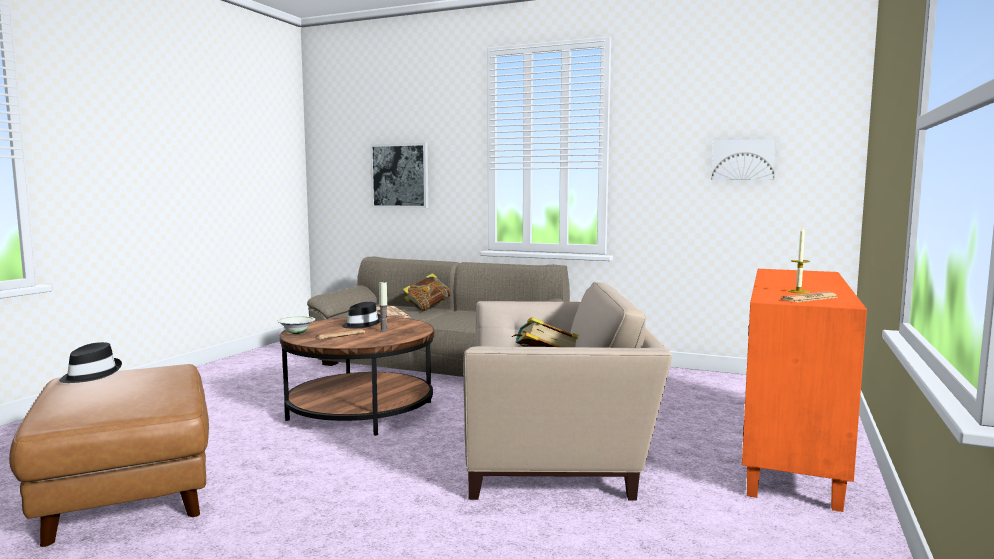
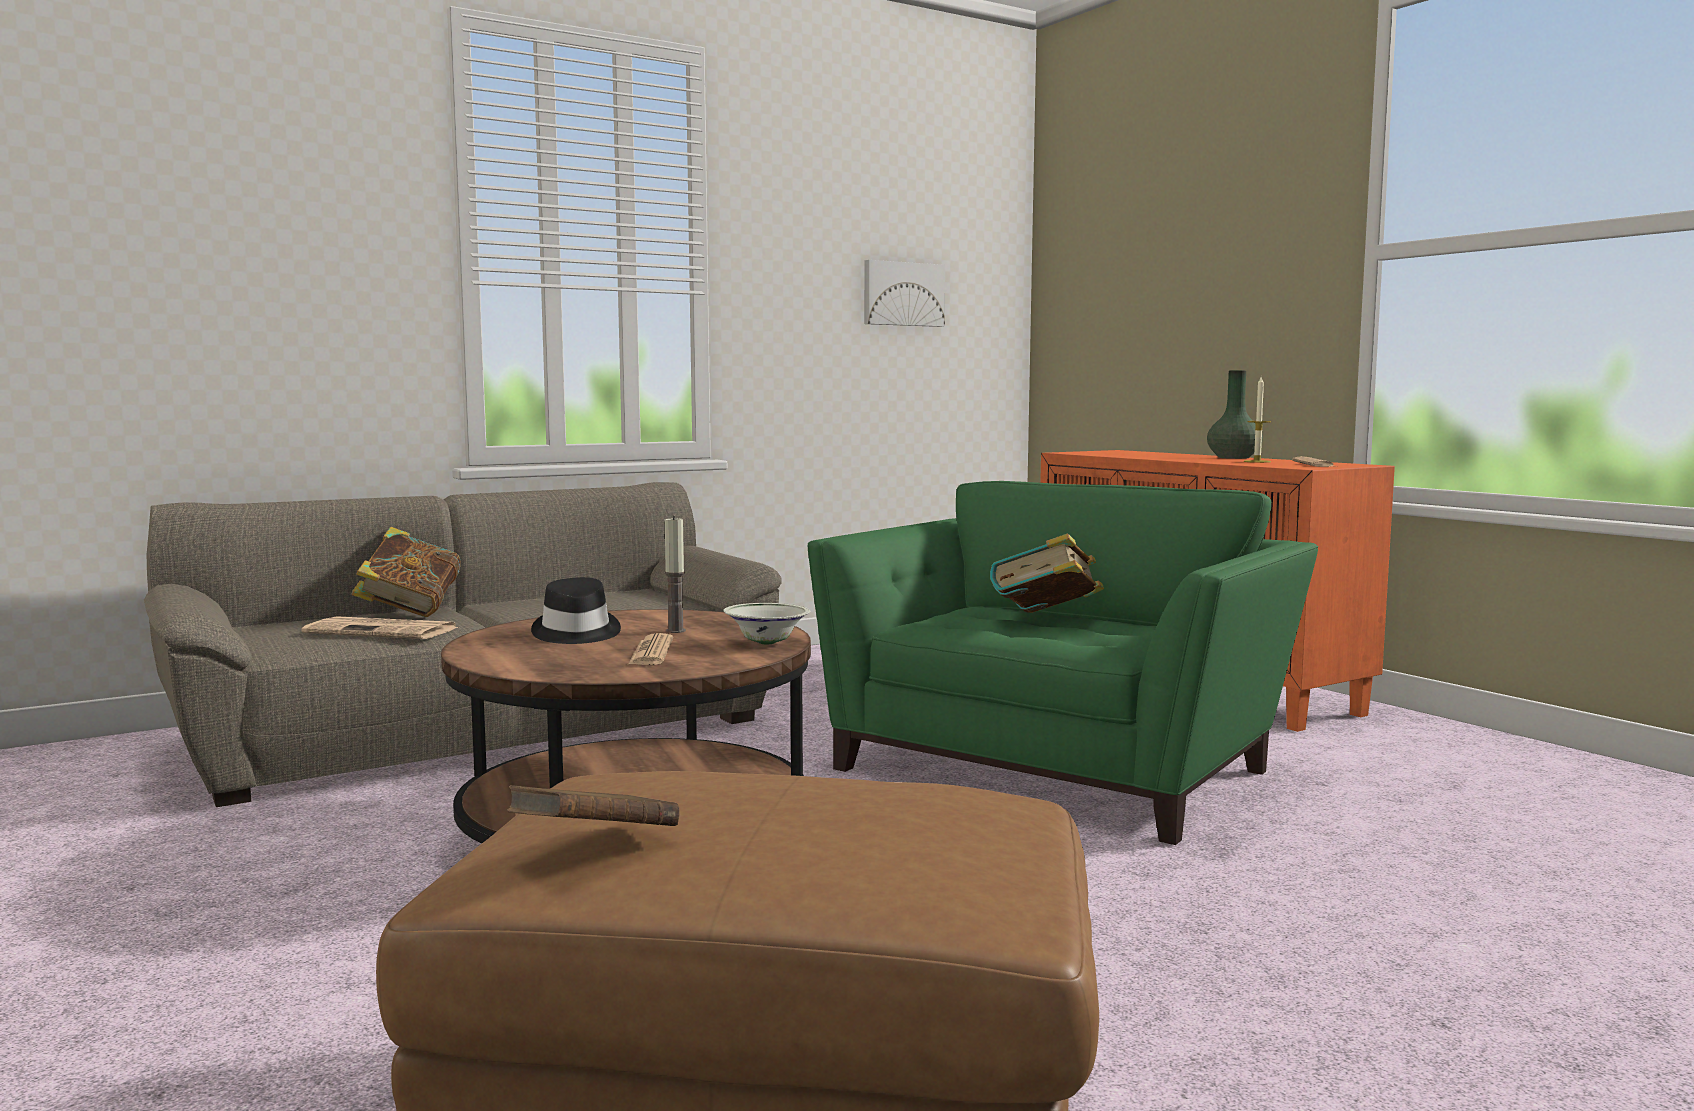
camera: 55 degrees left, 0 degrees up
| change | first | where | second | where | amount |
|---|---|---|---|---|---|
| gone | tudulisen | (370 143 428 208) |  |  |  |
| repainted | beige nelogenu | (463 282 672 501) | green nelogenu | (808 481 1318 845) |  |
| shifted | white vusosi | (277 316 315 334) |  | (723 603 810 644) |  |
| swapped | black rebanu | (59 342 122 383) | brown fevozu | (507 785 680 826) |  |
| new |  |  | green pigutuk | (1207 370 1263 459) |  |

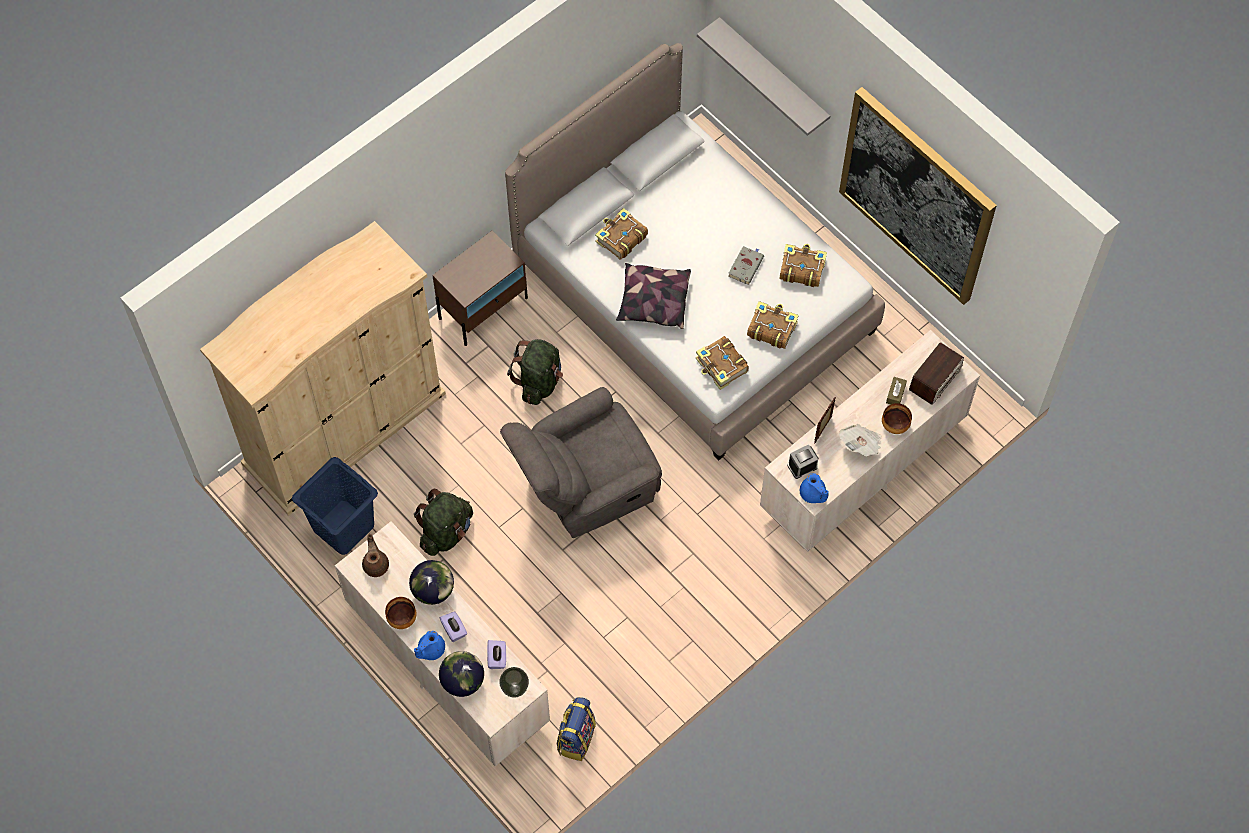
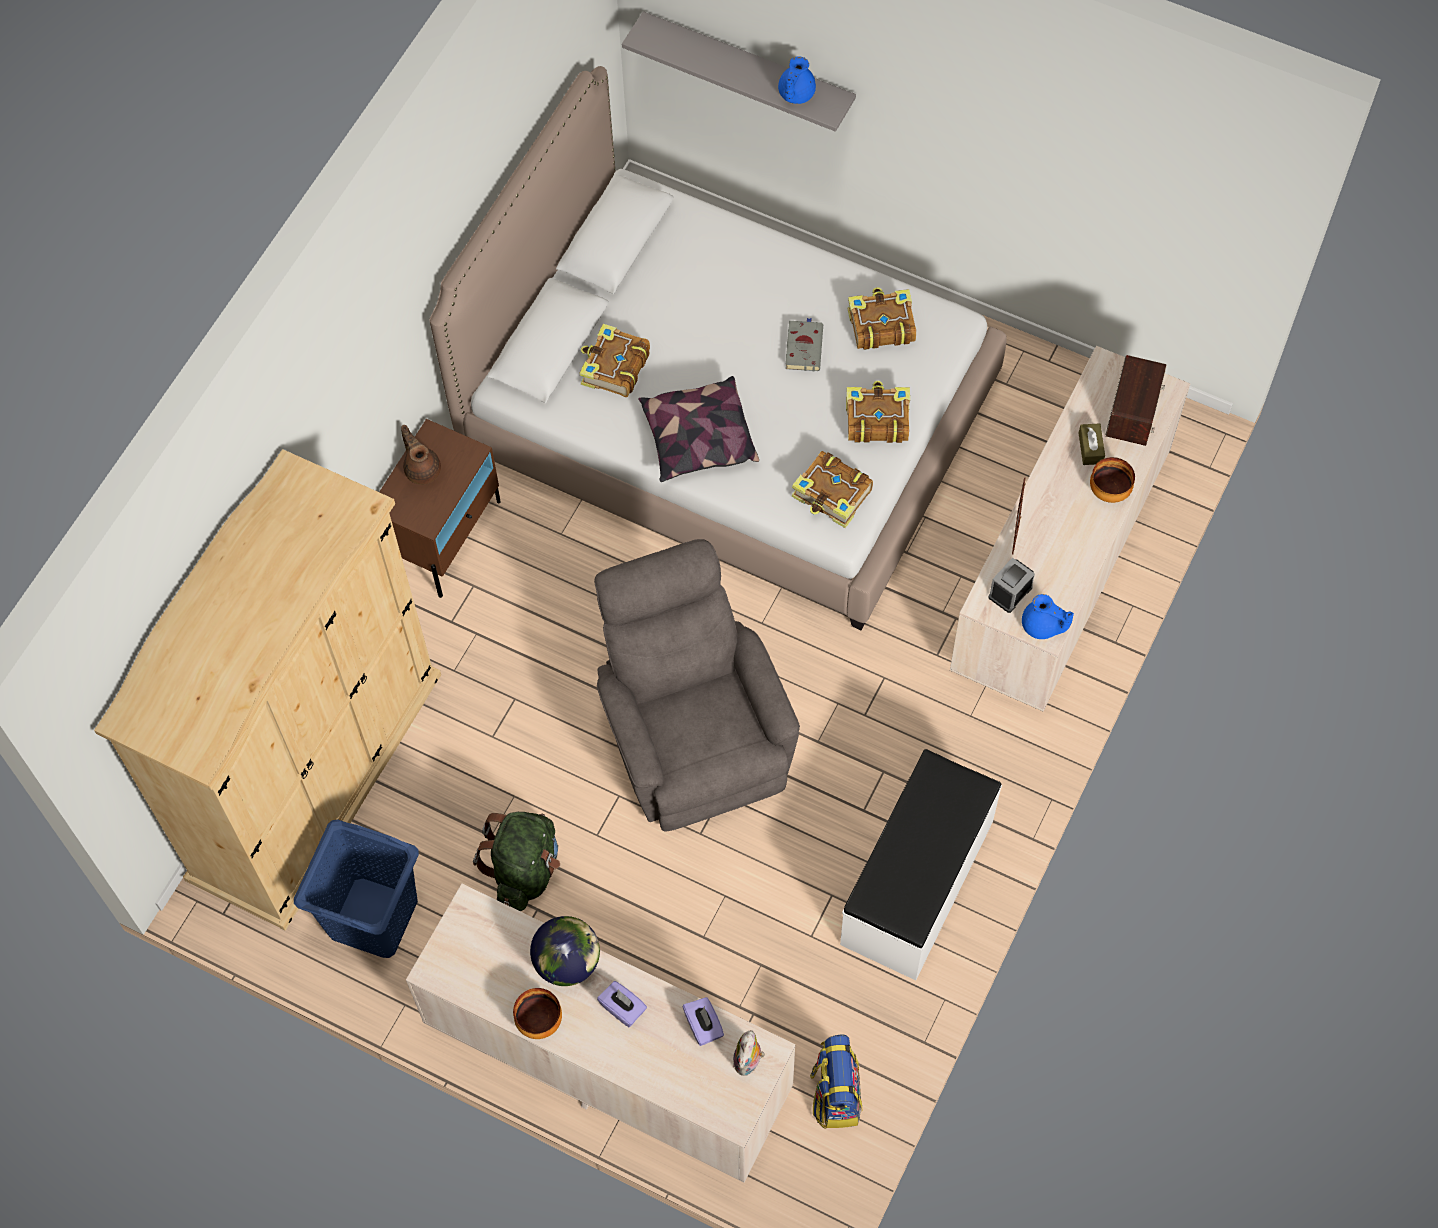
camera: 20 degrees left, 0 degrees up
| change | first | where | second | where | amount |
|---|---|---|---|---|---|
| gone | tudulisen | (839 87 997 305) |  |  |  |
| gone | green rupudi | (507 339 563 405) |  |  |  |
| rotated | grey nelogenu | (500 387 662 538) |  | (594 539 800 831) | 120 degrees clockwise |
| gone | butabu | (839 424 882 456) |  |  |  |
| shifted | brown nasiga | (362 534 389 577) |  | (401 425 441 485) |  |
| shifted | blue nasiga | (414 631 445 660) |  | (778 56 816 104) |  |
| gone | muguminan | (439 651 484 697) |  |  |  |
| swapped | pigutuk | (499 667 529 698) | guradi | (733 1030 765 1076) |  |
| new |  |  | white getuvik | (840 749 1002 980) |  |

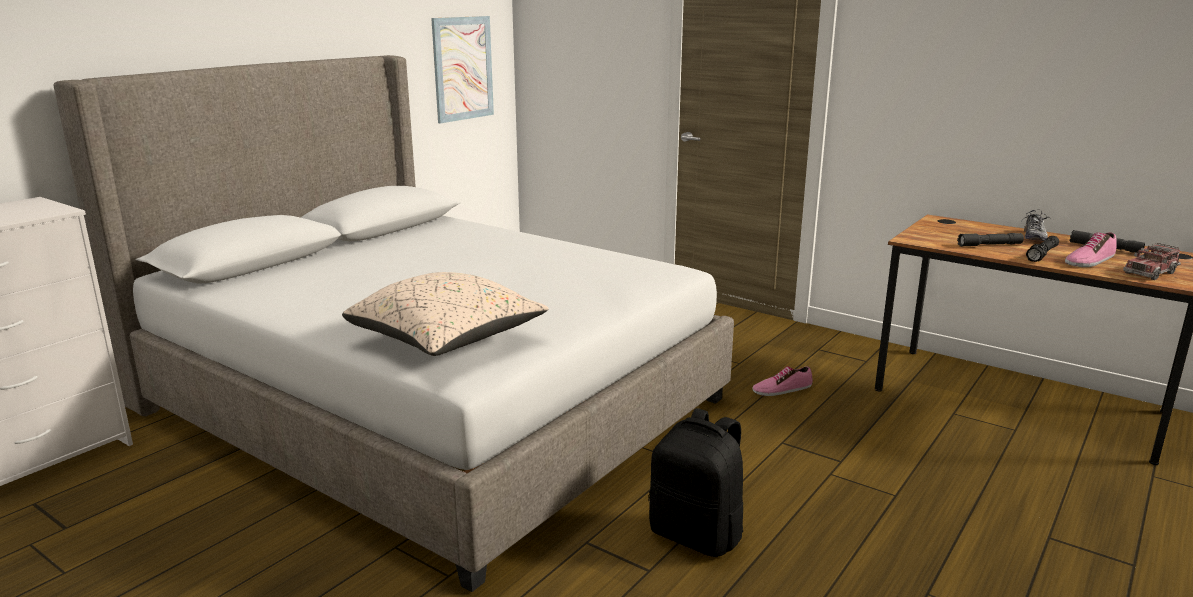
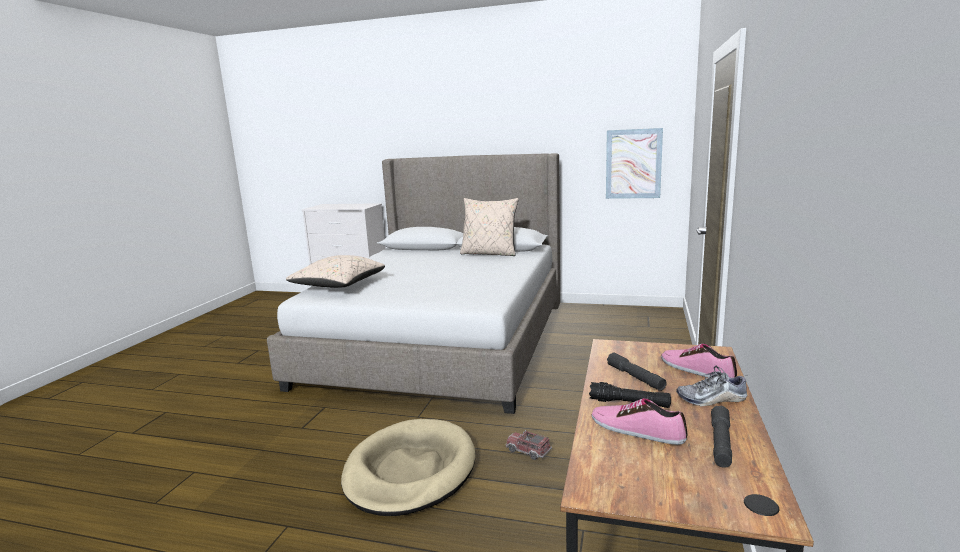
camera: 70 degrees right, 5 degrees down
| change | first | where | second | where | amount |
|---|---|---|---|---|---|
| shifted | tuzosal | (1123 243 1181 280) |  | (506 430 552 460) |  |
| shifted | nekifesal | (752 366 813 396) |  | (661 344 737 378) |  |
| gone | black rupudi | (649 408 743 557) |  |  |  |
| new |  |  | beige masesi | (460 198 519 256) |  |
| new |  |  | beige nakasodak | (341 419 476 516) |  |

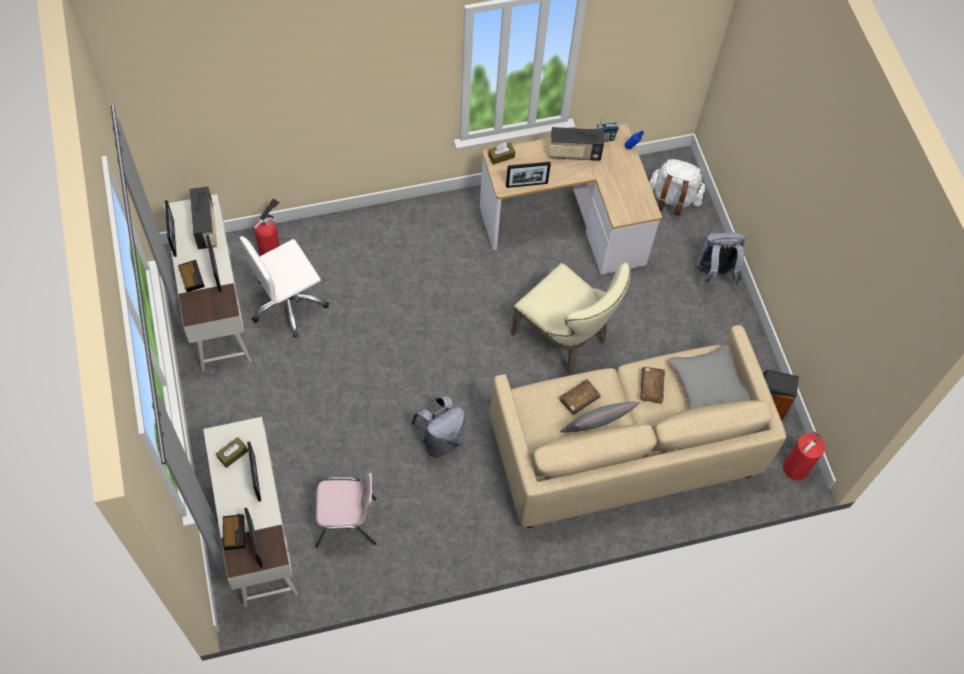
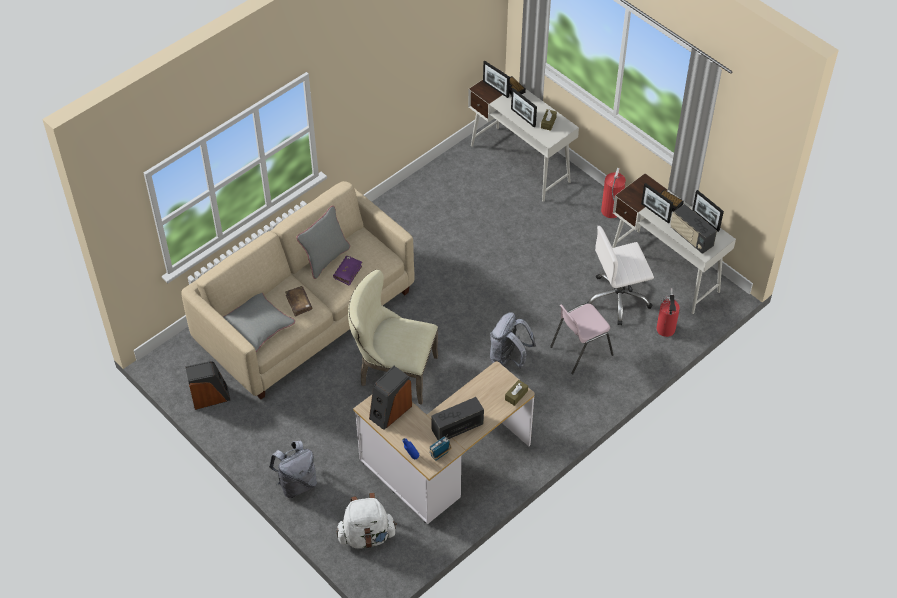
camera: 155 degrees right, 10 degrees down
| change | first | where | second | where | amount |
|---|---|---|---|---|---|
| gone | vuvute | (506 162 551 188) |  |  |  |
| rotated | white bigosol | (240 236 329 337) |  | (585 226 654 325) | 135 degrees counterclockwise |
| repainted | brown fevozu | (559 379 600 415) | purple fevozu | (333 256 362 286) |  |
| shifted | grey rupudi | (411 396 465 458) |  | (490 312 536 368) |  |
| shifted | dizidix | (783 431 825 480) |  | (601 168 626 218) |  |
| shifted | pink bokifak | (315 472 377 548) |  | (550 304 614 375) |  |
| new |  |  | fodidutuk | (369 366 412 430) |  |

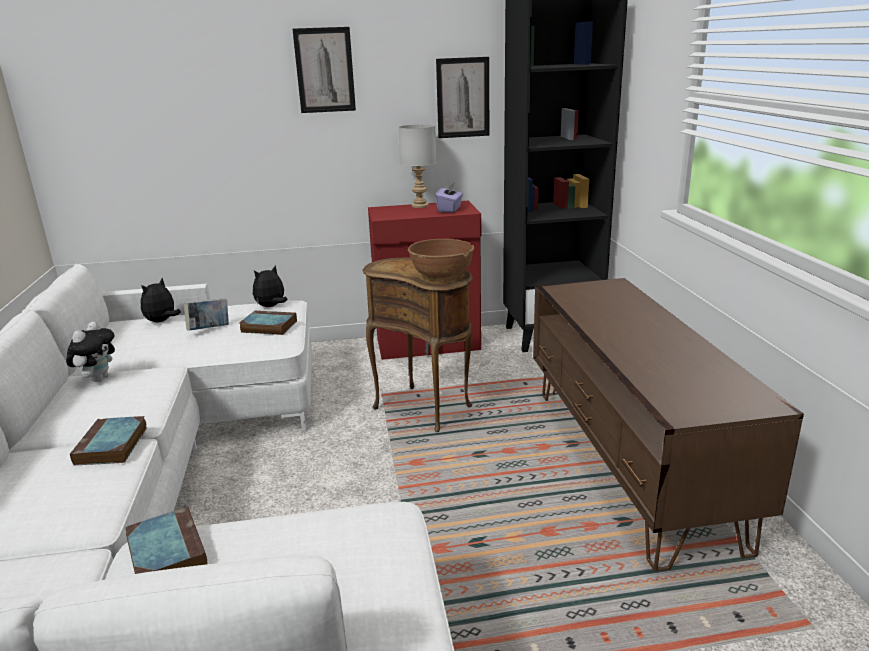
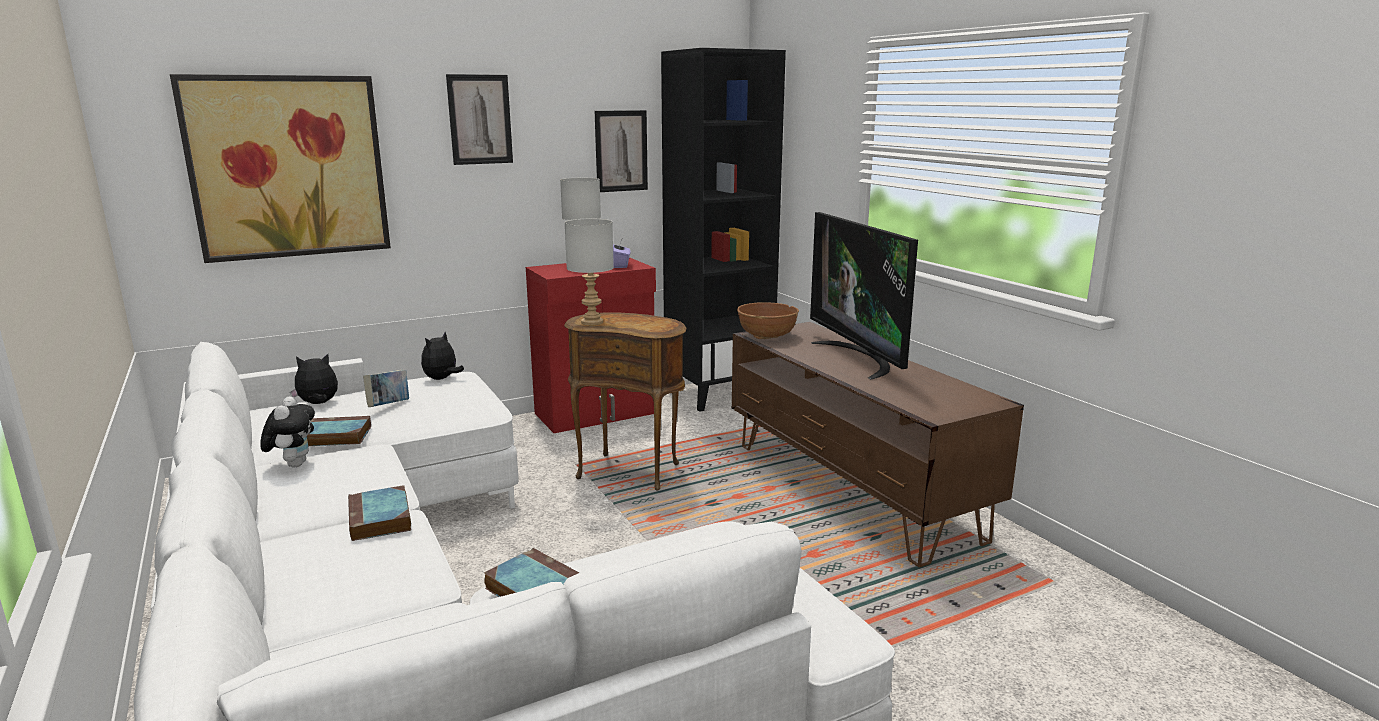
camera: 20 degrees left, 5 degrees down
| change | first | where | second | where | amount |
|---|---|---|---|---|---|
| shifted | brown vusosi | (408 239 474 279) |  | (737 302 799 339) |  |
| rotated | guradi | (141 278 181 322) |  | (290 354 338 404) | 60 degrees clockwise |
| shifted | fevozu | (240 311 297 335) |  | (307 416 371 446) |  |
| new |  |  | tudulisen | (170 74 391 263) |  |
| new |  |  | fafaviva | (810 212 918 379) |  |
| new |  |  | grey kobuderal | (564 219 614 325) |  |

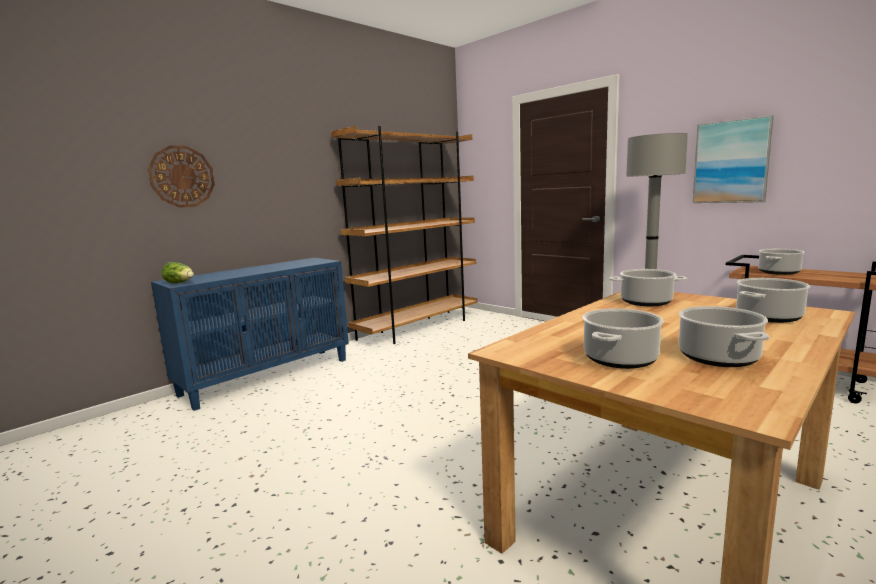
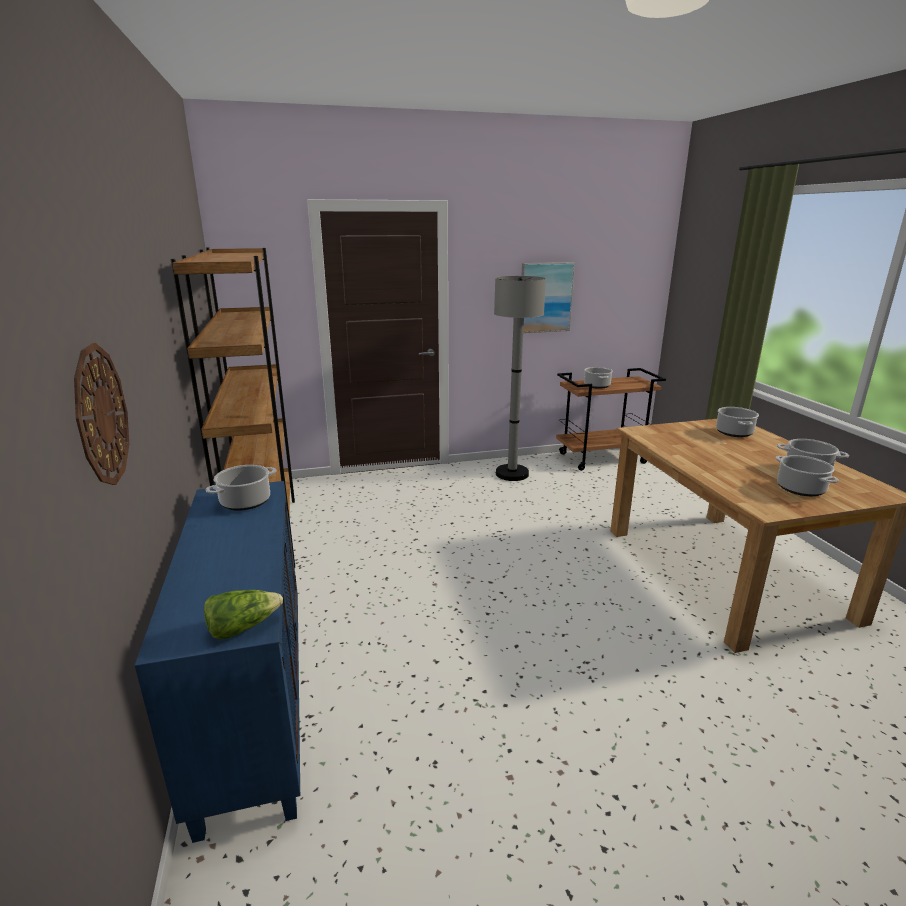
camera: 60 degrees left, 10 degrees up
| change | first | where | second | where | amount |
|---|---|---|---|---|---|
| shifted | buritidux | (609 269 687 306) |  | (206 465 277 511) |  |

